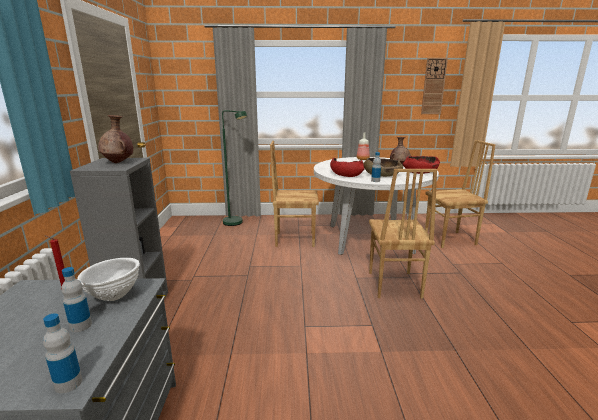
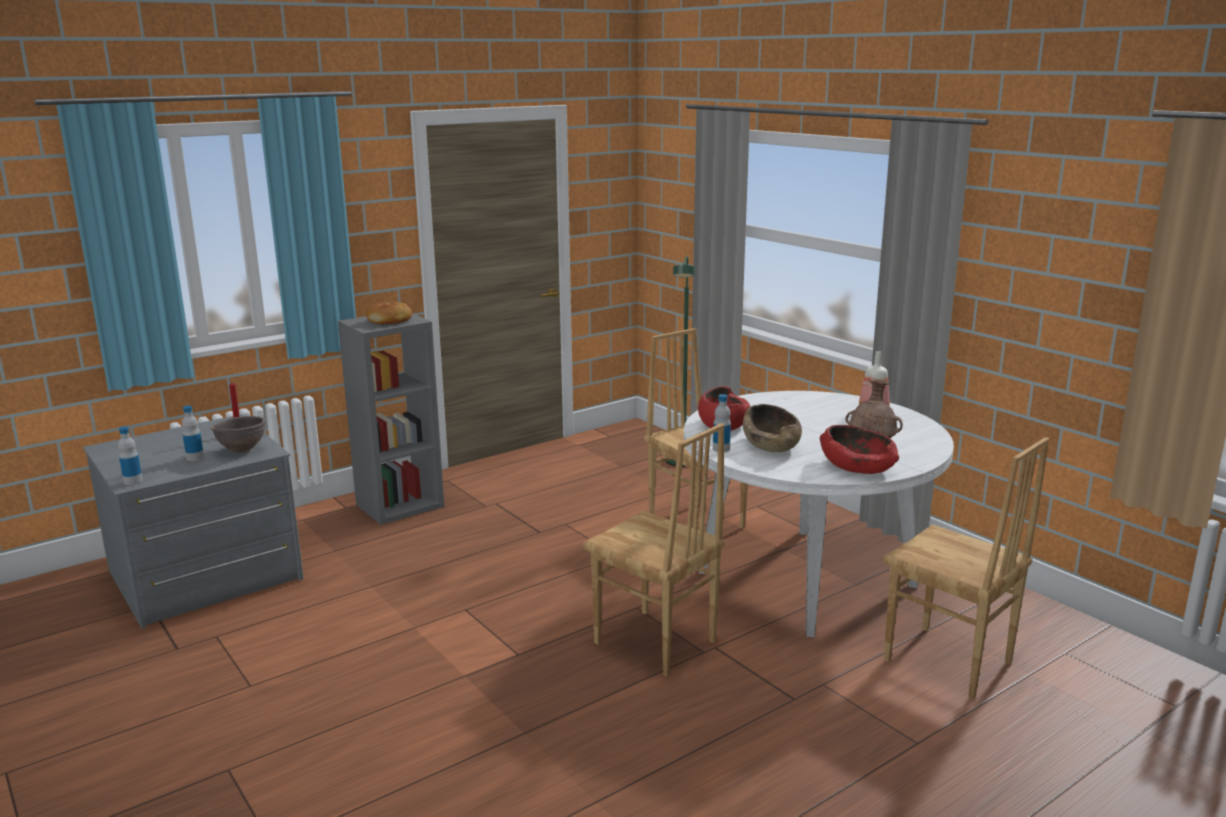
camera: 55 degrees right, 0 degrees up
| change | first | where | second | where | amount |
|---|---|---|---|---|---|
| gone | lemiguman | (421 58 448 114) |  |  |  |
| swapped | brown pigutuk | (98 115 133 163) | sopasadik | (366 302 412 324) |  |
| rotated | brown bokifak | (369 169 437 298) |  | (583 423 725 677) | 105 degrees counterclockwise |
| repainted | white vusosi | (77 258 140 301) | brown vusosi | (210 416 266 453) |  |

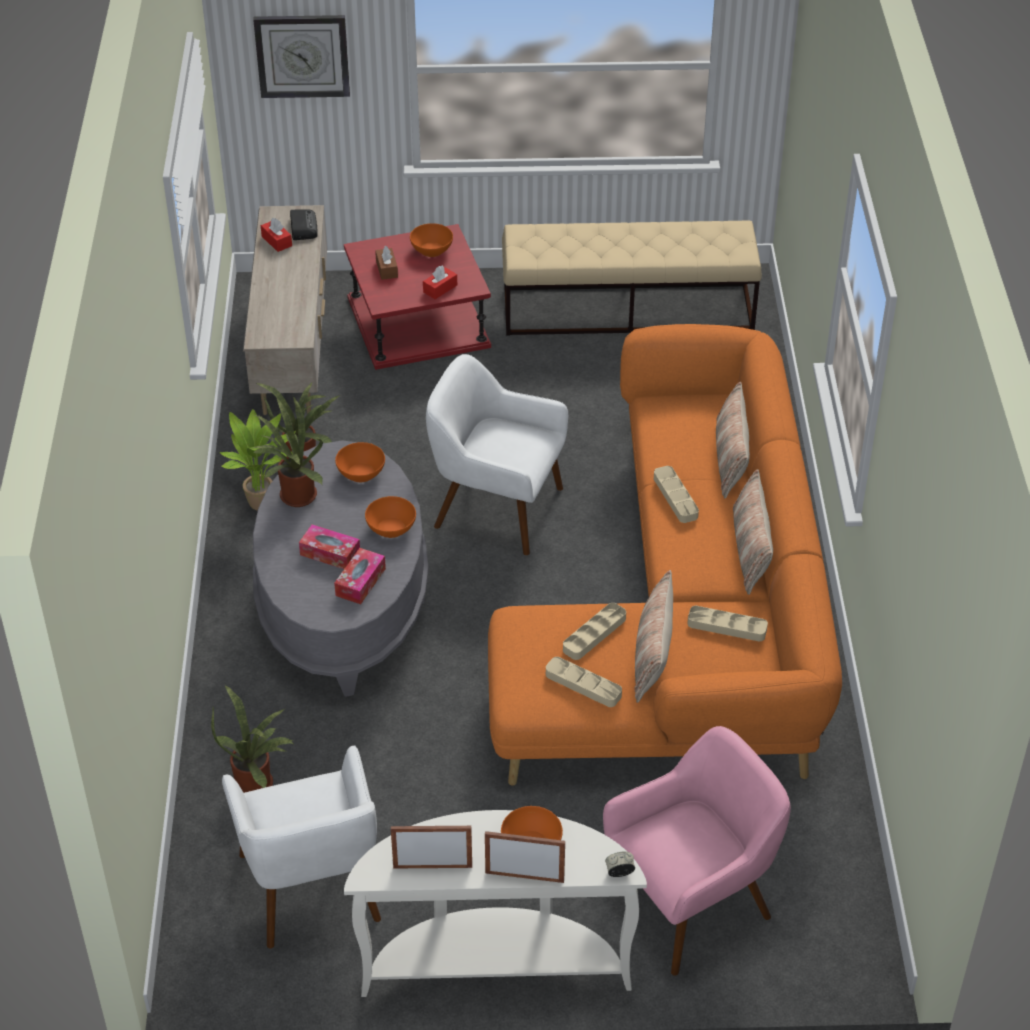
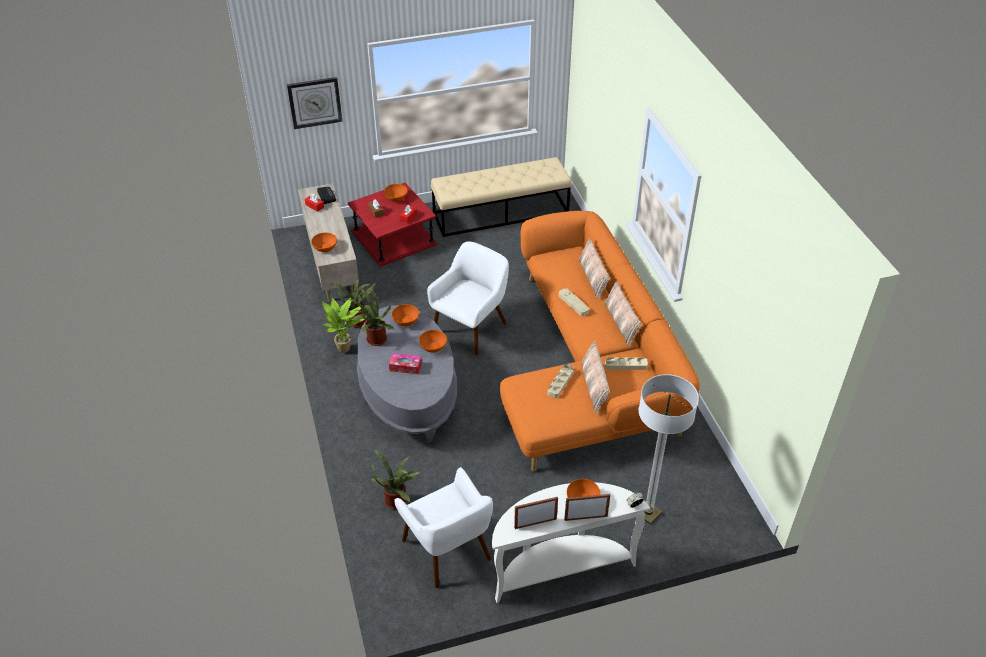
camera: 15 degrees left, 0 degrees up
| change | first | where | second | where | amount |
|---|---|---|---|---|---|
| rotated | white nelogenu | (426 354 568 555) |  | (427 241 509 355) | 120 degrees clockwise |
| gone | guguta | (334 548 386 604) |  |  |  |
| gone | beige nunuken | (546 657 622 707) |  |  |  |
| swapped | pink nelogenu | (603 726 791 976) | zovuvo | (639 374 699 524) |  |
| new |  |  | orange vusosi | (311 232 337 253) |  |

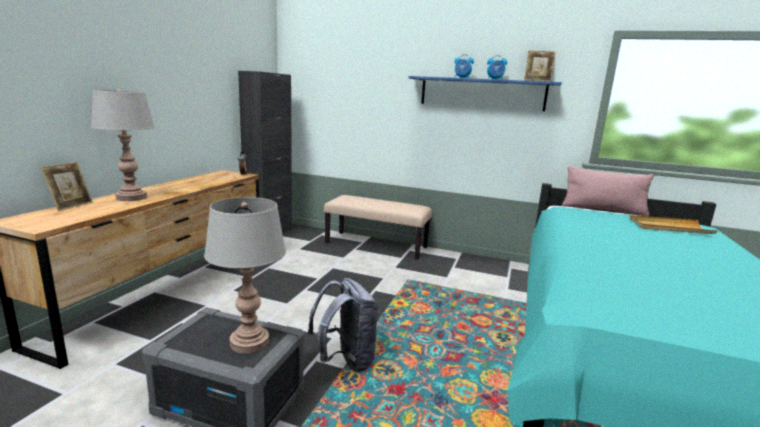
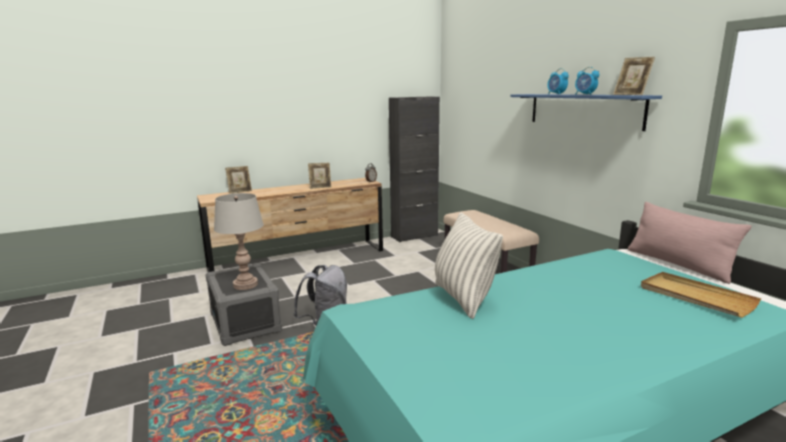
camera: 45 degrees right, 0 degrees up
| change | first | where | second | where | amount |
|---|---|---|---|---|---|
| gone | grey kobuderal | (91 89 155 201) |  |  |  |
| new |  |  | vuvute | (308 163 331 189) |  |
| new |  |  | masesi | (435 212 503 319) |  |

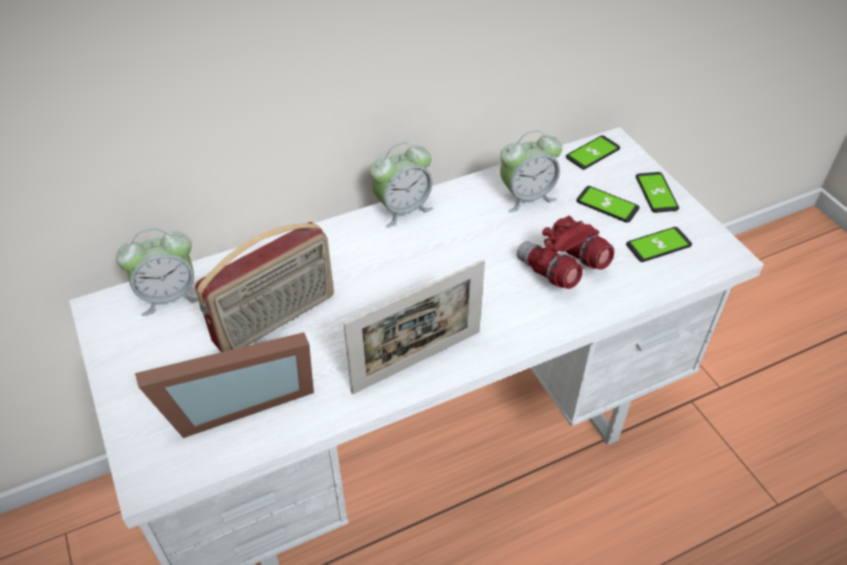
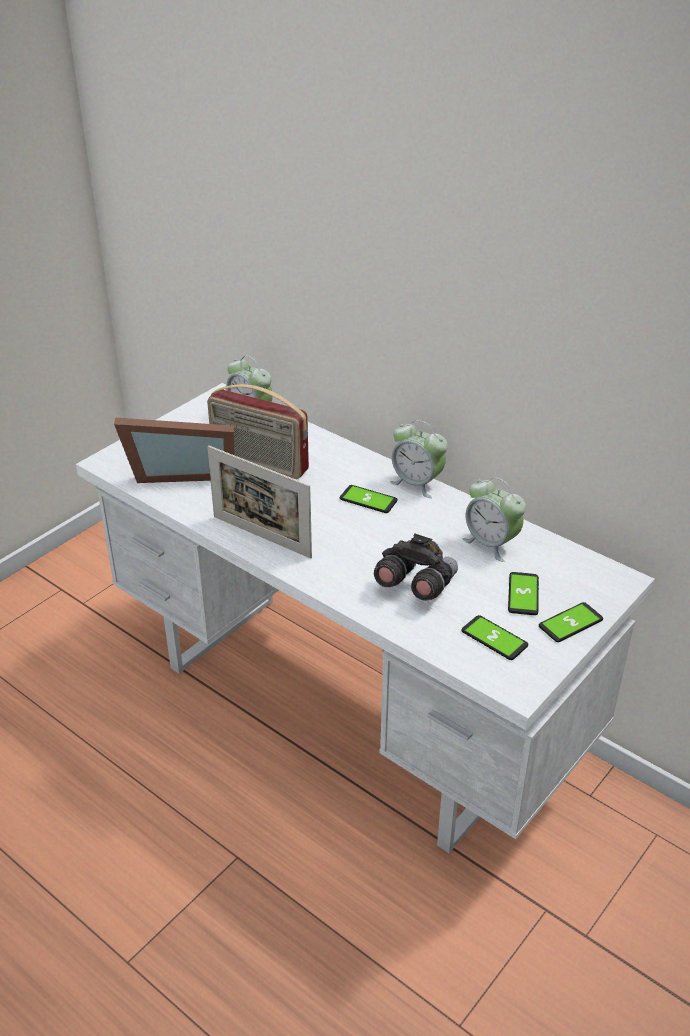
camera: 65 degrees right, 10 degrees down
| change | first | where | second | where | amount |
|---|---|---|---|---|---|
| shifted | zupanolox | (566 135 620 169) |  | (340 485 398 513) |  |
| repainted | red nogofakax | (517 216 614 289) | grey nogofakax | (374 534 458 601) |  |
| rotated | vuvute | (135 332 314 438) |  | (114 418 235 483) | 45 degrees counterclockwise |

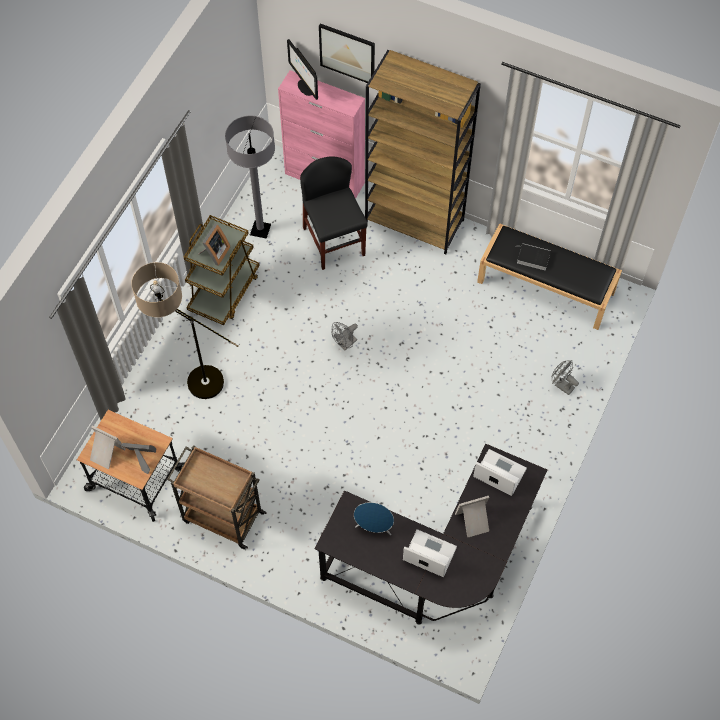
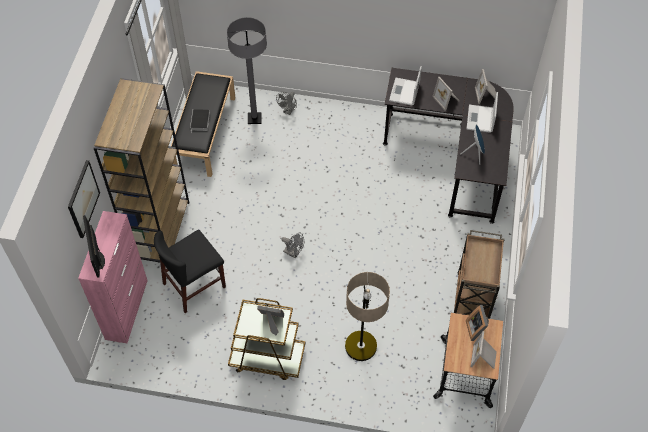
camera: 105 degrees left, 5 degrees down
| change | first | where | second | where | amount |
|---|---|---|---|---|---|
| rotated | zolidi | (287 39 318 100) |  | (83 215 105 278) | 120 degrees clockwise |
| shifted | grey zovuvo | (225 116 275 239) |  | (227 17 267 124) |  |
| new |  |  | vuvute | (475 69 496 104) |  |

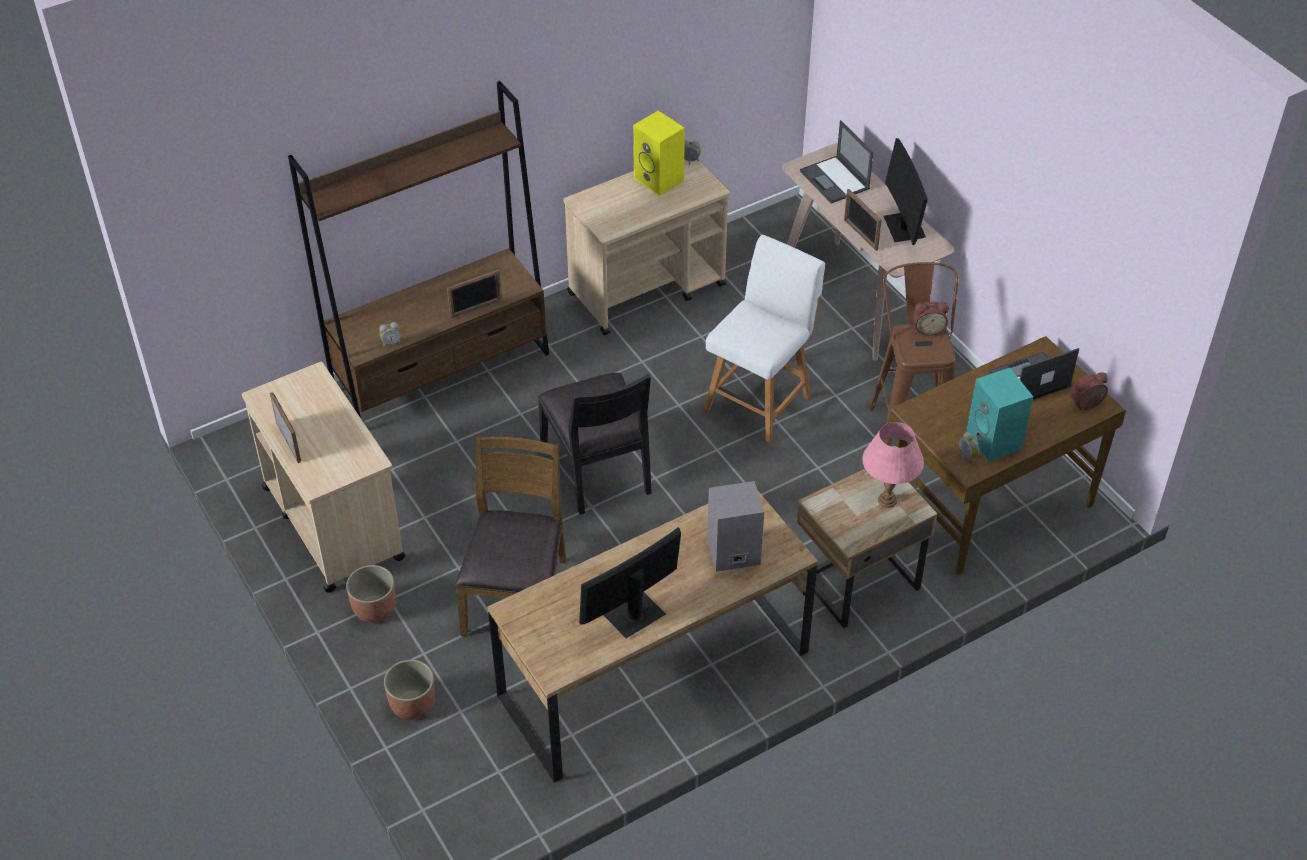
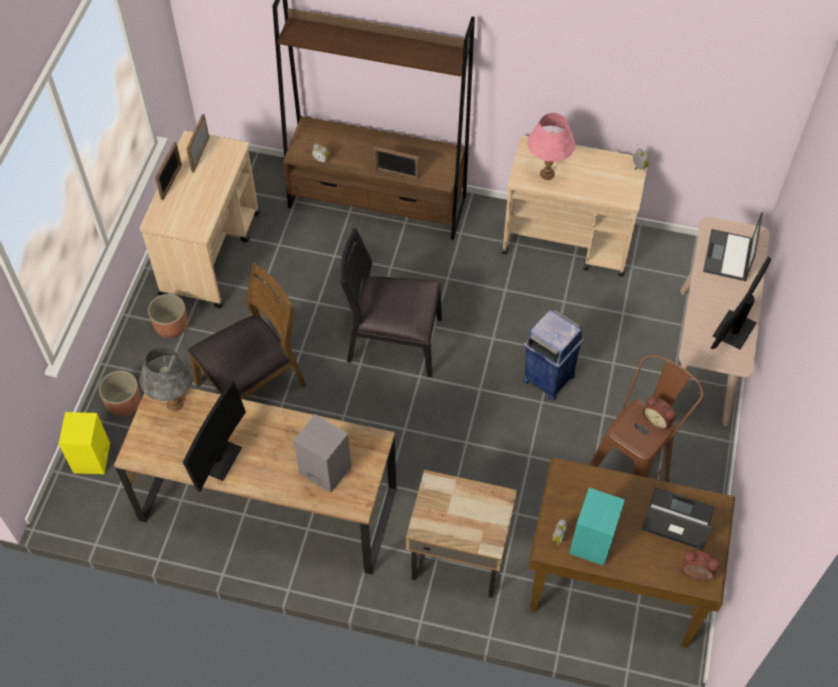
camera: 45 degrees right, 10 degrees up
| change | first | where | second | where | amount |
|---|---|---|---|---|---|
| shifted | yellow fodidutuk | (633 111 685 196) |  | (59 412 110 474) |  |
| shifted | vuvute | (844 189 882 251) |  | (186 114 209 172) |  |
| swapped | white bokifak | (704 235 825 443) | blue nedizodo | (523 310 584 401) |  |
| rotated | black bokifak | (538 373 652 515) |  | (340 228 442 377) | 75 degrees clockwise |
| shifted | pink kobuderal | (862 422 924 508) |  | (527 113 575 180) |  |
| rotated | zolidi | (579 527 681 638) |  | (183 381 246 492) | 105 degrees clockwise |
| new |  |  | grey kobuderal | (139 347 194 412) |  |

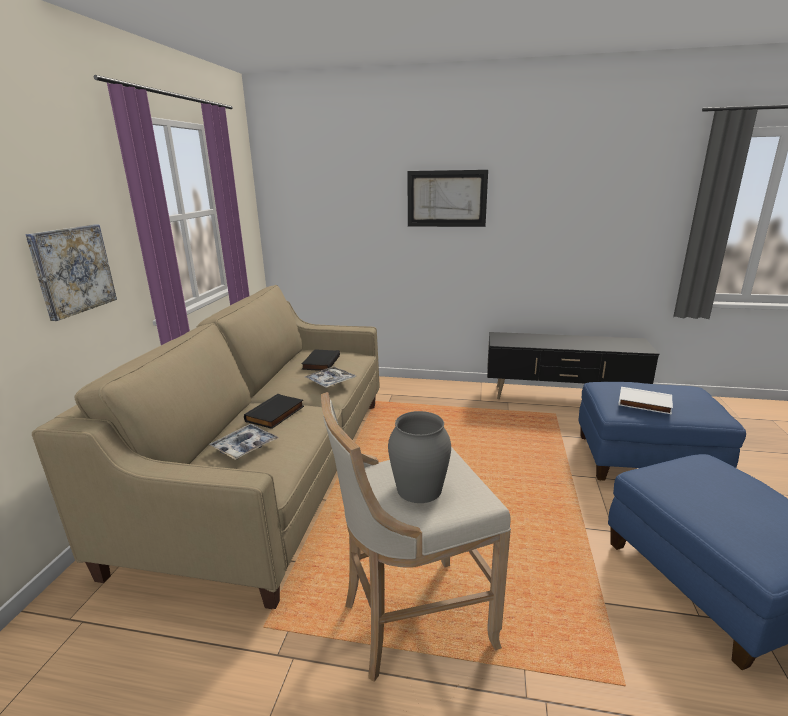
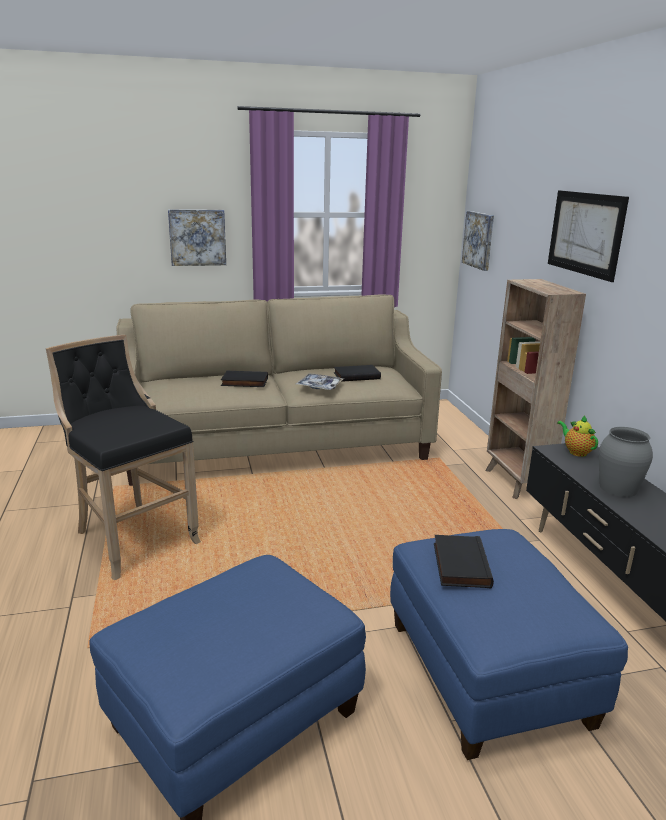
camera: 65 degrees right, 0 degrees up
| change | first | where | second | where | amount |
|---|---|---|---|---|---|
| repainted | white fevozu | (618 387 673 414) | black fevozu | (434 535 494 588) |  |
| repainted | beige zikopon | (321 392 511 682) | black zikopon | (46 335 201 580) |  |
| shifted | grey pigutuk | (388 411 451 503) |  | (599 427 653 497) |  |
| gone | nunuken | (209 424 278 460) |  |  |  |
| new |  |  | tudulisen | (462 211 494 271) |  |
| new |  |  | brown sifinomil | (485 279 586 499) |  |
| new |  |  | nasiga | (557 416 598 457) |  |

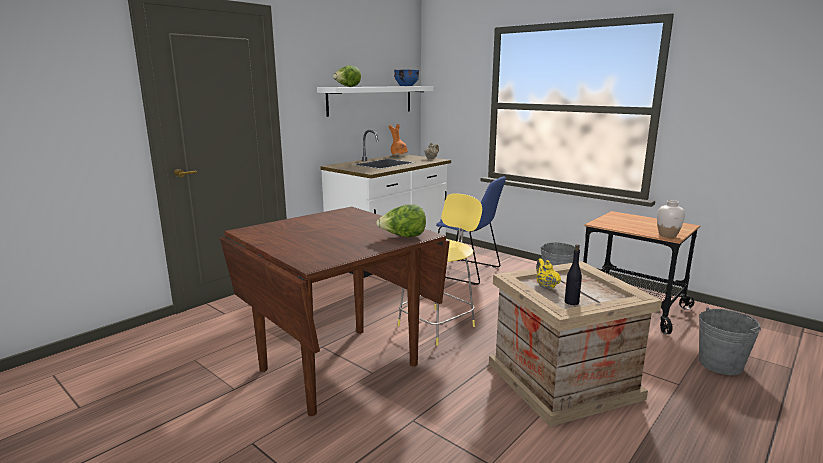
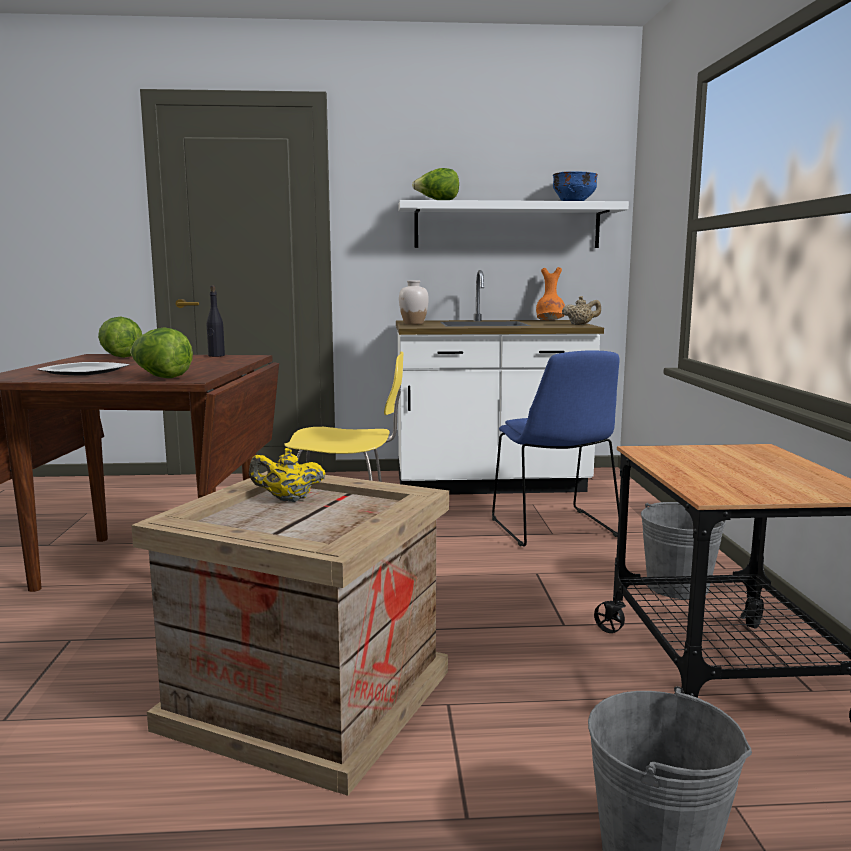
camera: 45 degrees right, 5 degrees down
| change | first | where | second | where | amount |
|---|---|---|---|---|---|
| shifted | white pigutuk | (657 200 685 238) |  | (399 280 429 325) |  |
| shifted | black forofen | (565 244 582 305) |  | (207 285 225 357) |  |
| rotated | yellow nasiga | (536 259 561 289) |  | (249 448 325 502) | 120 degrees counterclockwise |
| new |  |  | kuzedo | (98 316 142 358) |  |
| new |  |  | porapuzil | (36 362 129 375) |  |

